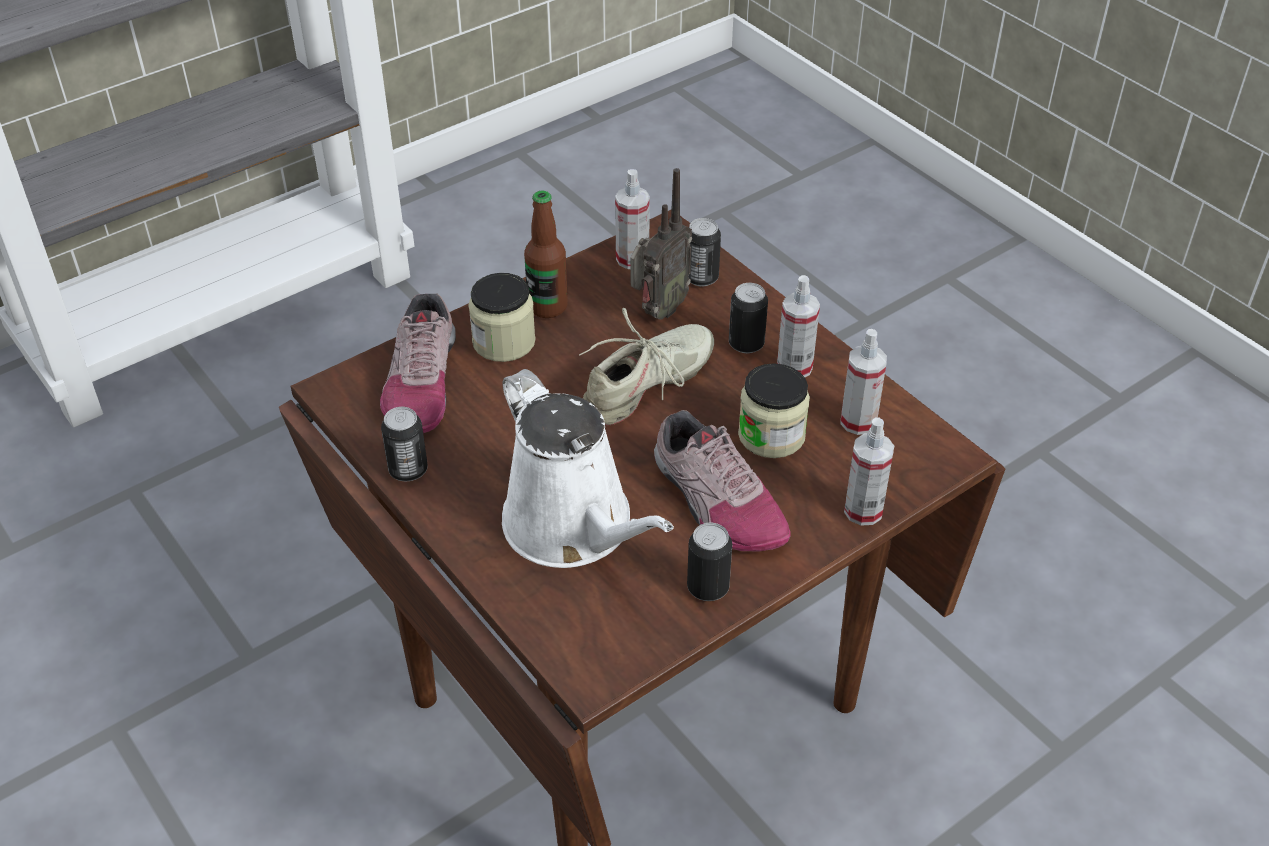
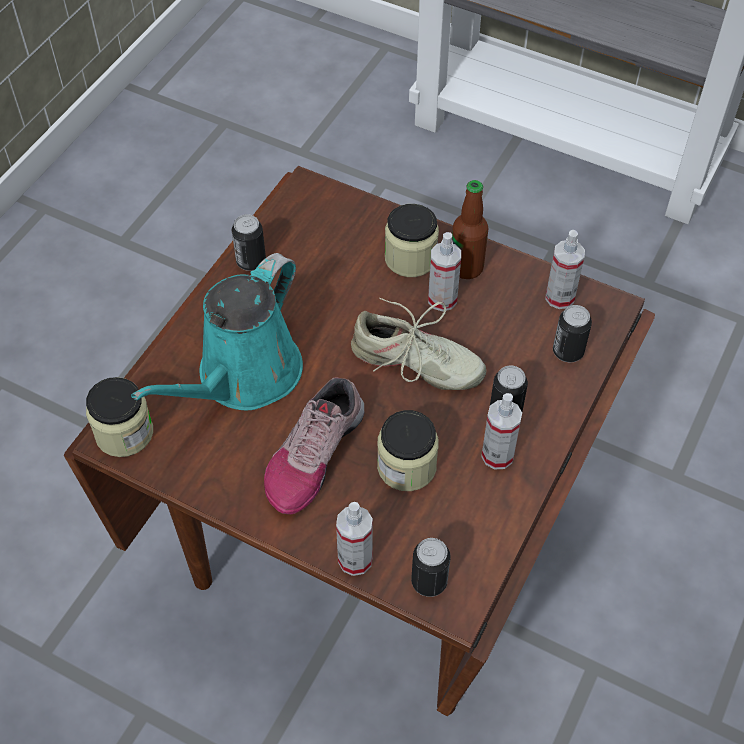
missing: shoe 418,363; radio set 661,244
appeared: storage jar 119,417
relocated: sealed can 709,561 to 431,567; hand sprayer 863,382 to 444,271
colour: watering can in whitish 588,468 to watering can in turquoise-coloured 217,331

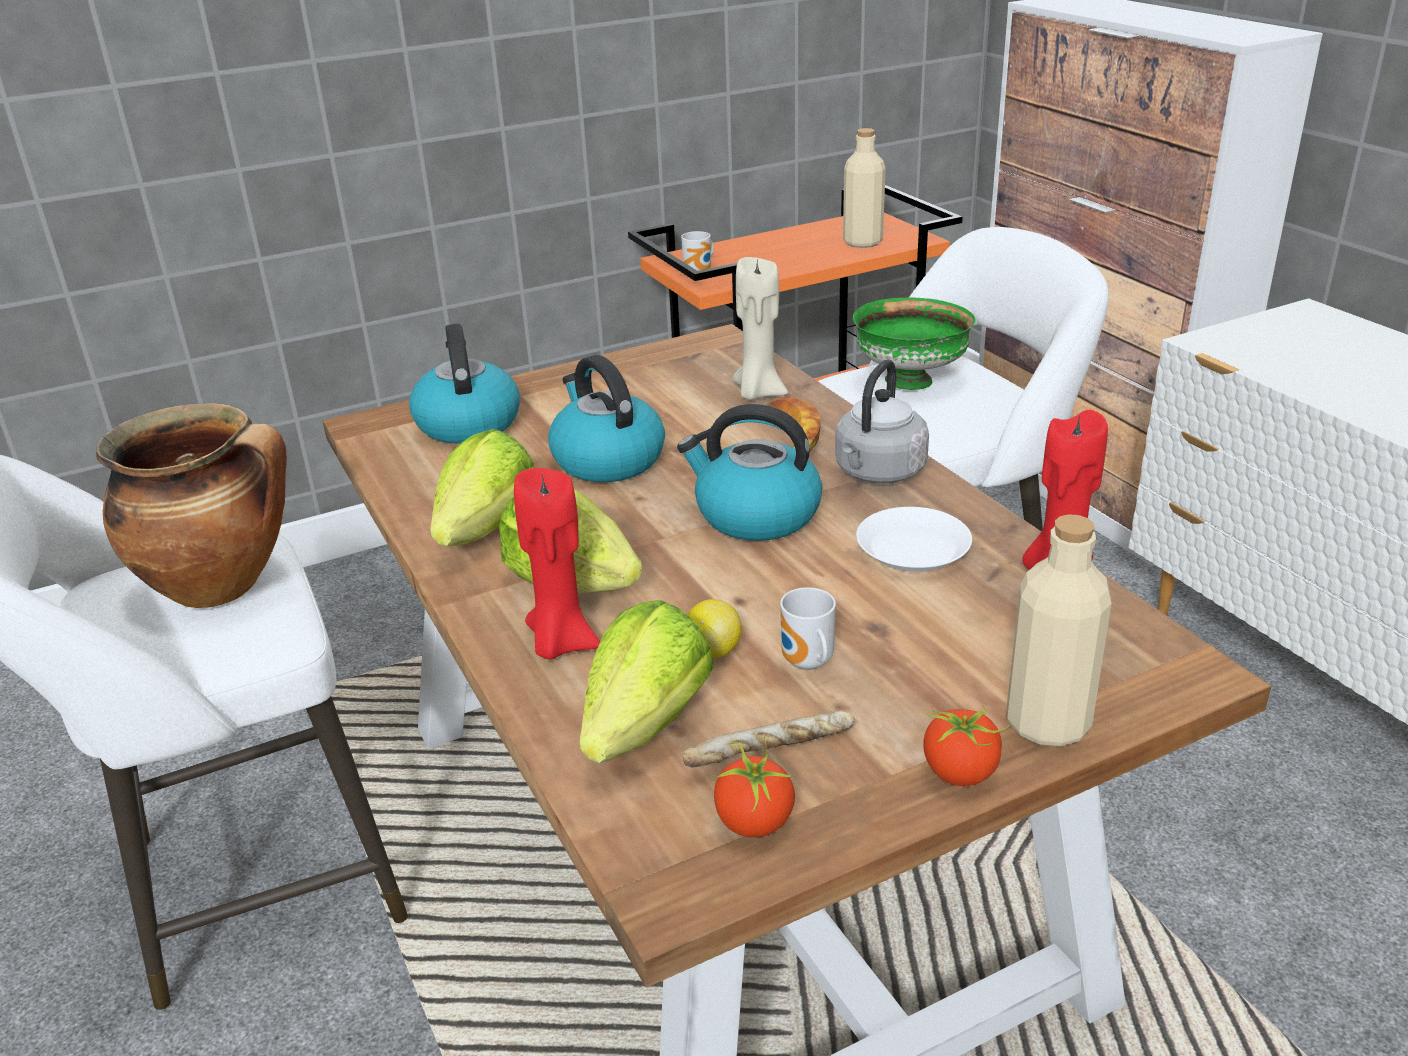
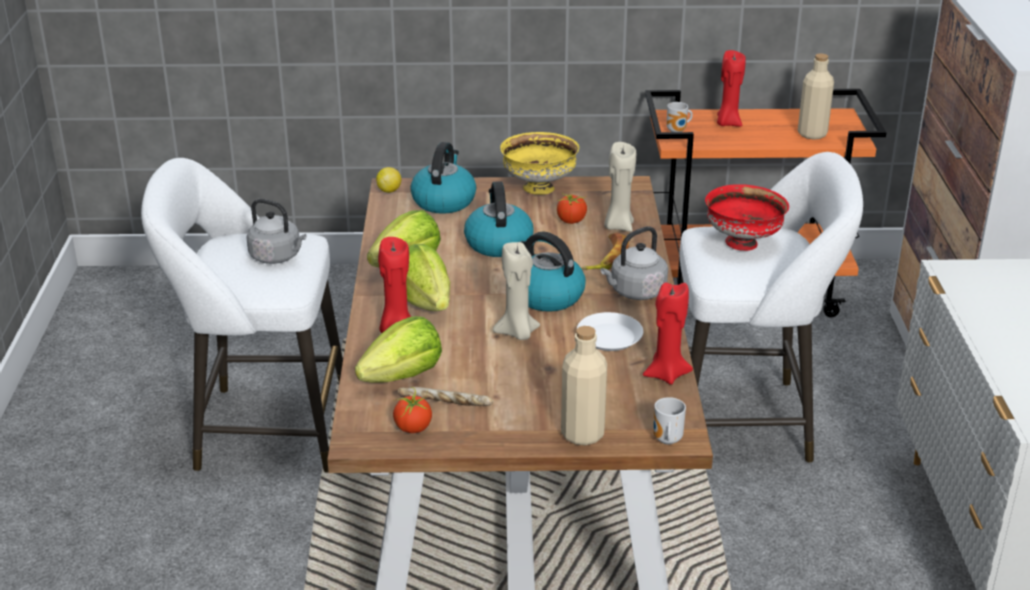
appeared: wax candle in beige 516,291; bowl in yellow 539,163; wax candle in red-coloured 731,88
relocated: lemon 715,628 to 388,180; mug 808,628 to 669,420; whole tomato 966,745 to 572,209
exchanged: cooking pot 191,505 to tea kettle in greyish 276,231
colour: bowl in green-coloured 914,343 to bowl in red-coloured 747,217

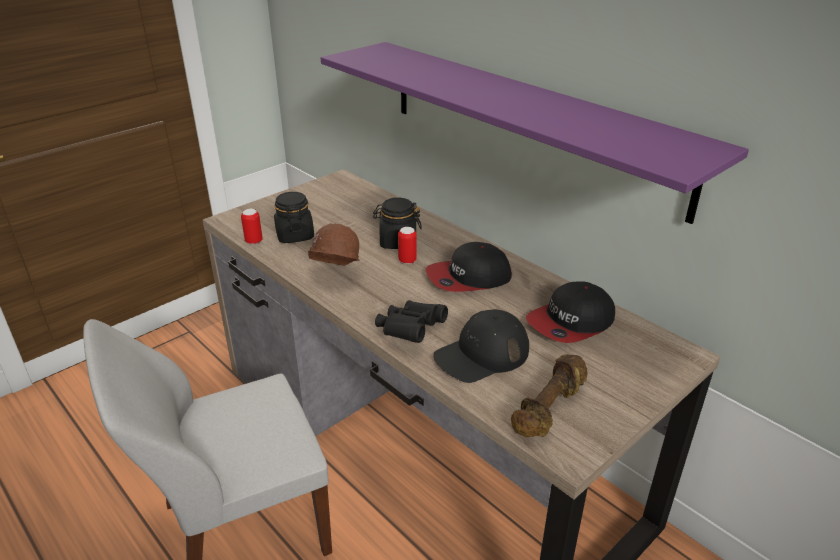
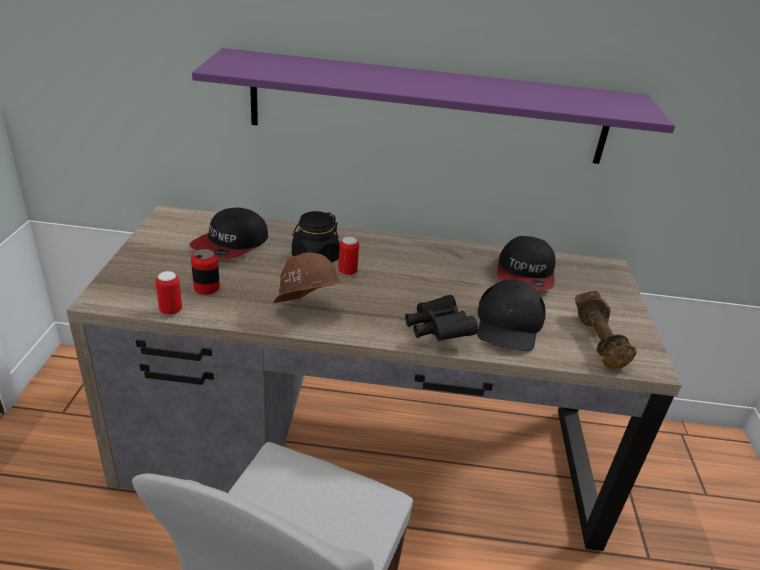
relocated: cap 469,267 to 229,233
exchanged: storage jar in black-coloured 294,217 to sealed can 205,272

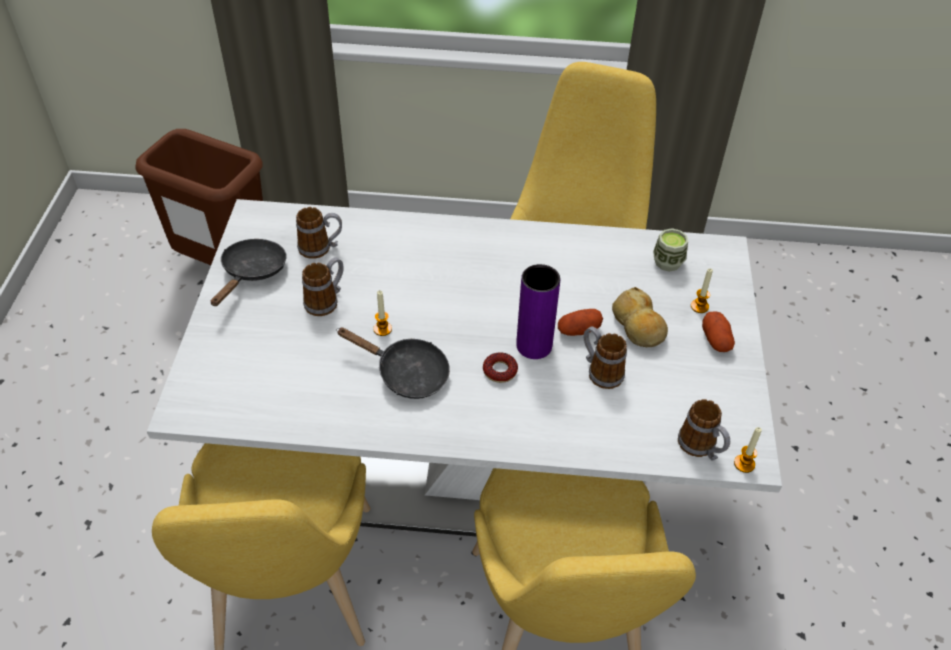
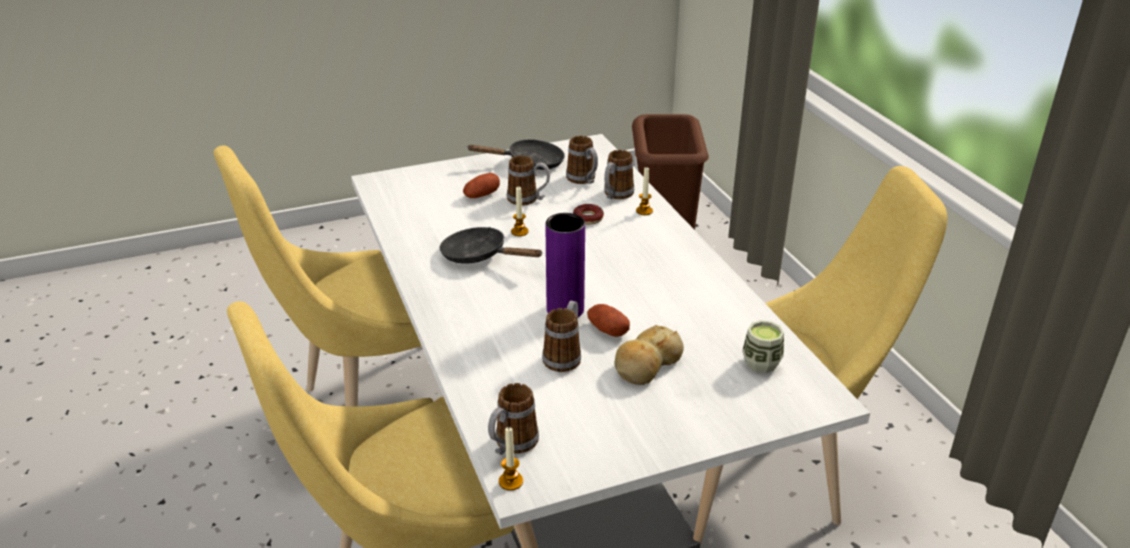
appeared: mug 619,174
relocated: ring doughnut 500,367 to 588,214; wax candle 702,290 to 644,191; whole potato 718,331 to 481,185
spun: frying pan in black-coloured 393,363 = 491,245 120 degrees clockwise

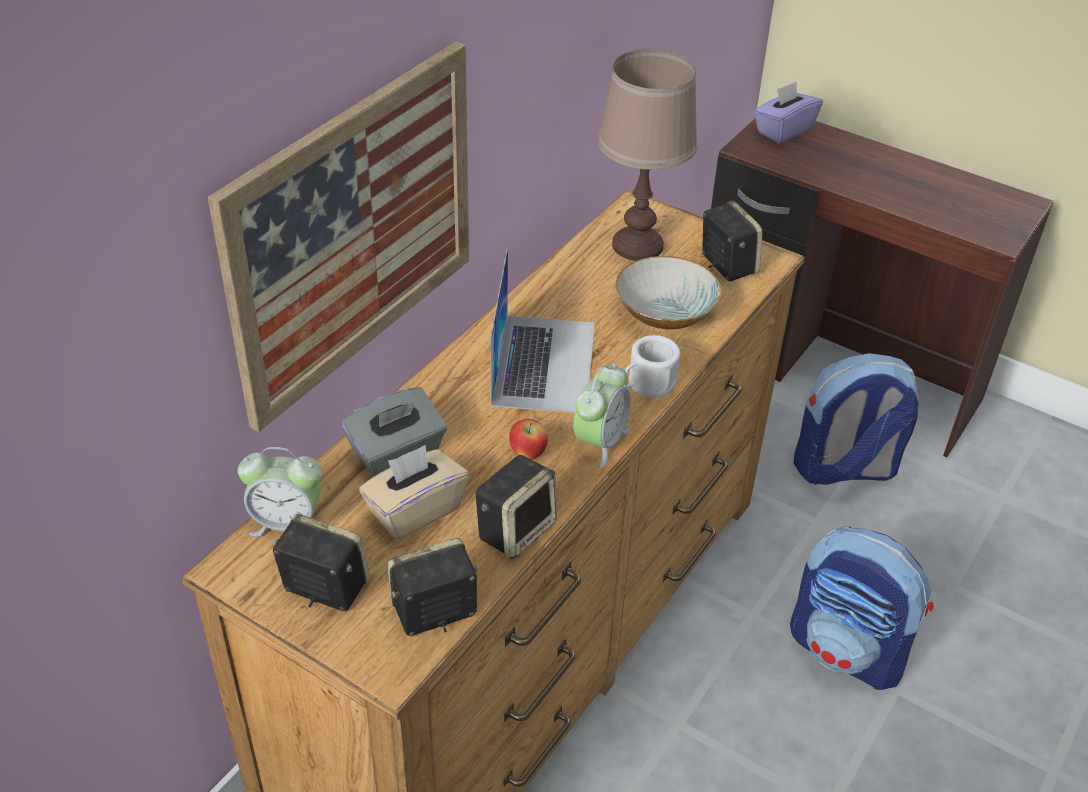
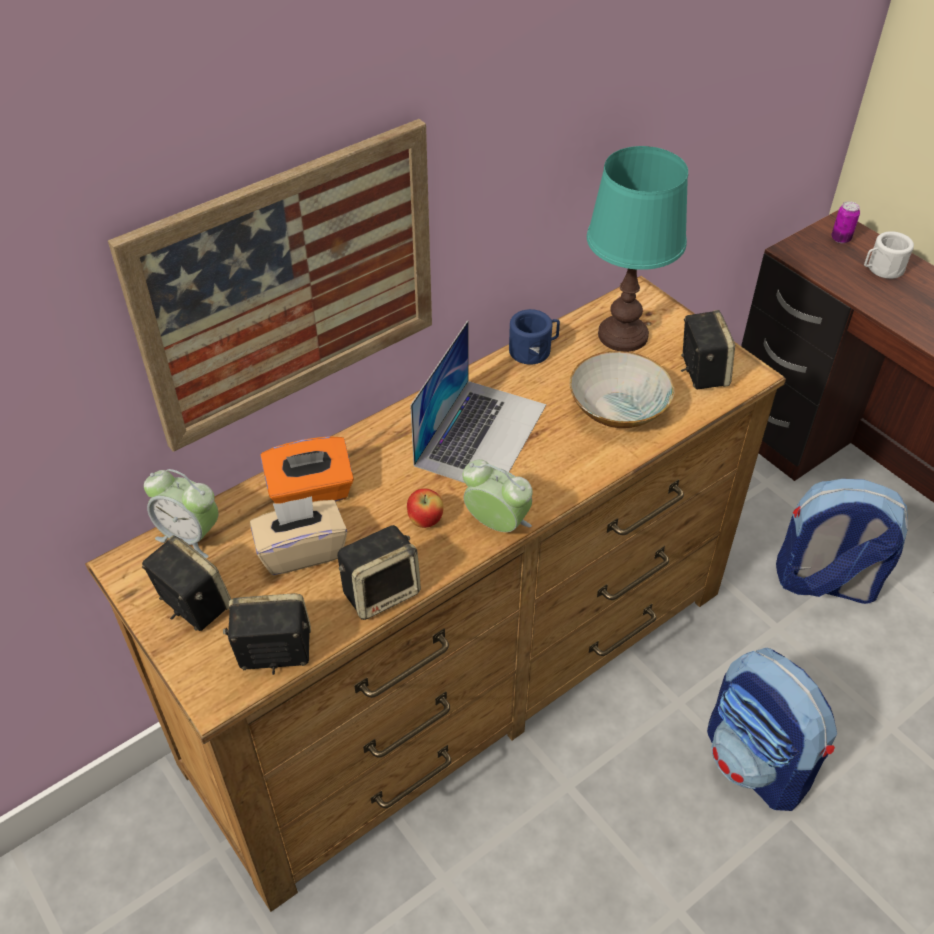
appeared: mug in blue 534,337
relocated: mug in whitish 652,366 to 889,255
exchanged: tissue holder in purplish 788,112 to sealed can 845,222
colour: tissue holder in greyish 394,431 to tissue holder in orange-coloured 307,470; lamp for a table in brown 647,155 to lamp for a table in turquoise-coloured 637,249
spun: bedside clock 602,416 = 497,495 105 degrees counterclockwise

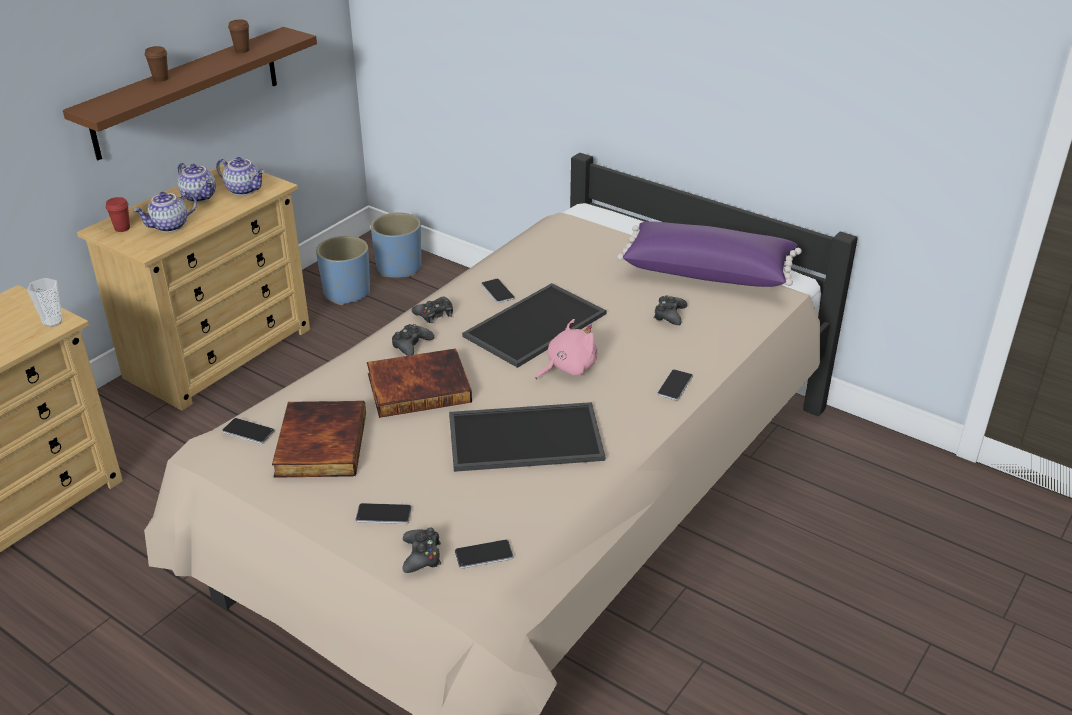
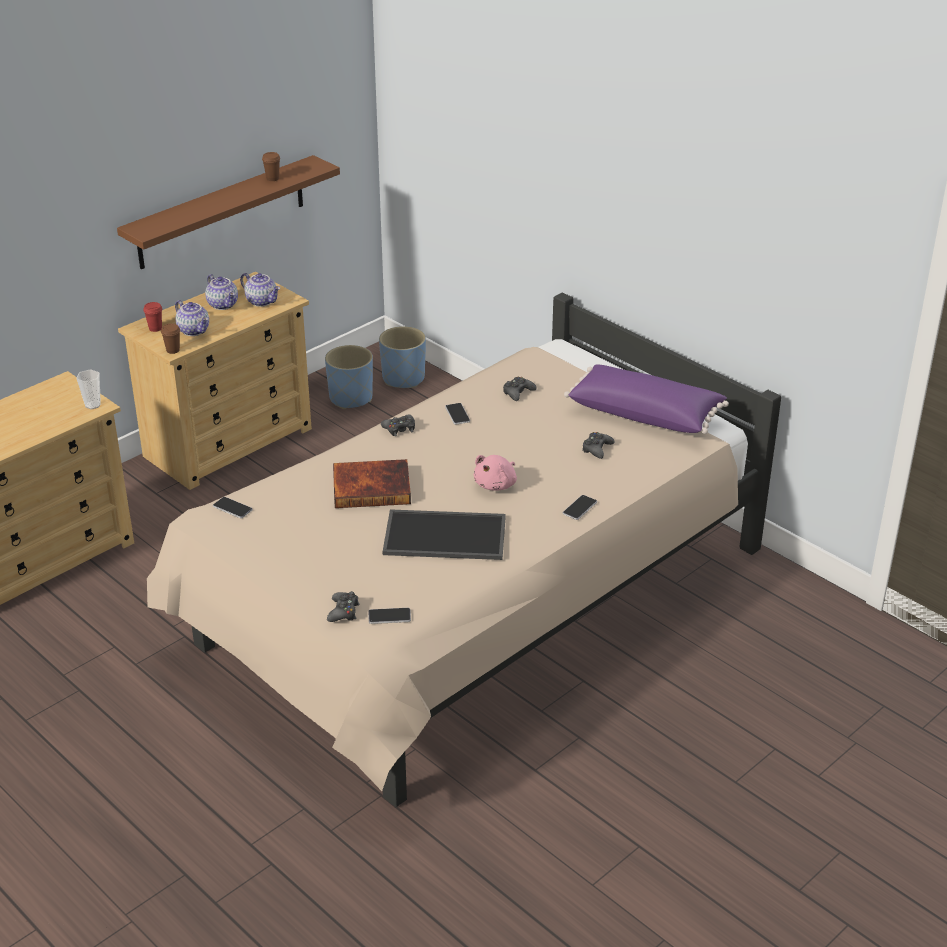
missing: bound book 319,439; phone 384,513; serving tray 534,325
relocated: cup in brown 156,64 to 170,338; gamepad in black-coloured 413,340 to 520,388
spun: pot for tea 165,211 = 192,318 105 degrees counterclockwise; cuddly toy in pink 567,349 = 495,473 150 degrees clockwise

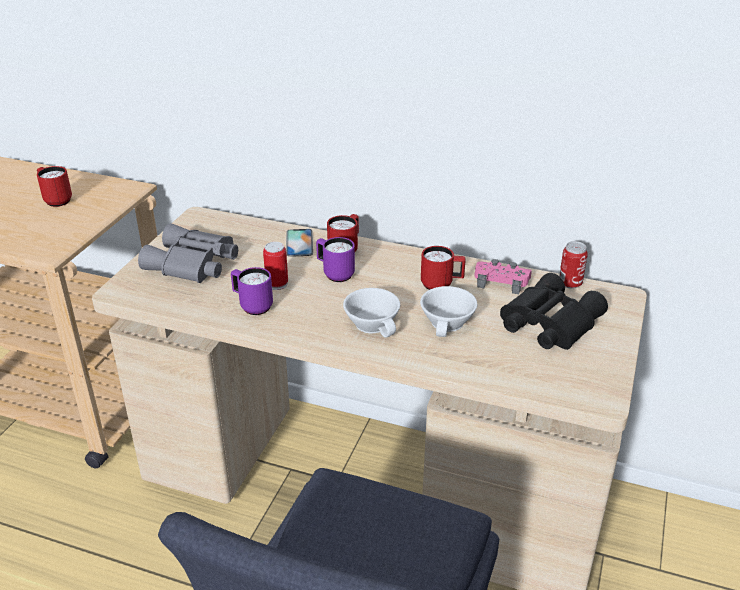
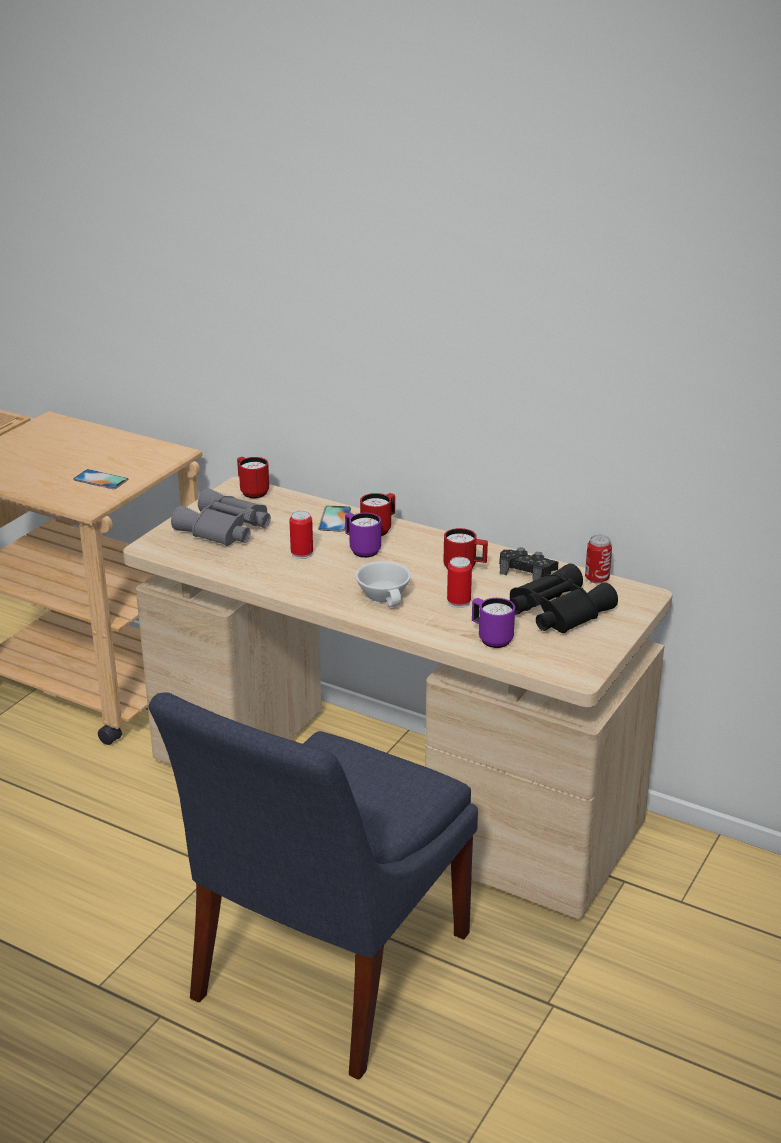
appeared: phone 100,479
relocated: mug in red-coloured 54,186 to 253,477; mug in purplish 252,291 to 493,623
exchanged: cup in whitish 448,311 to sealed can 459,582
colour: gamepad in pink 503,276 to gamepad in black-coloured 528,564

